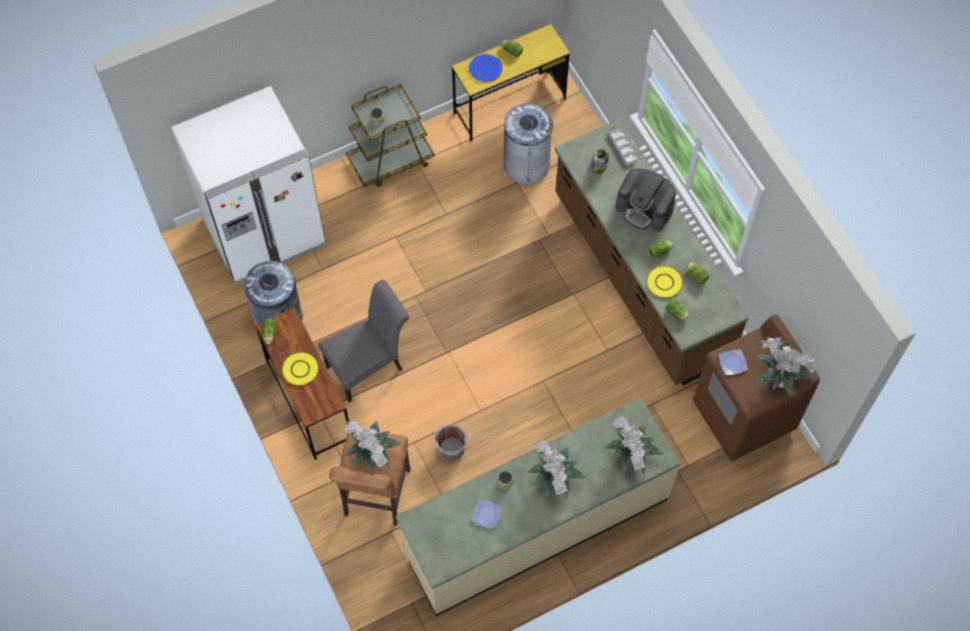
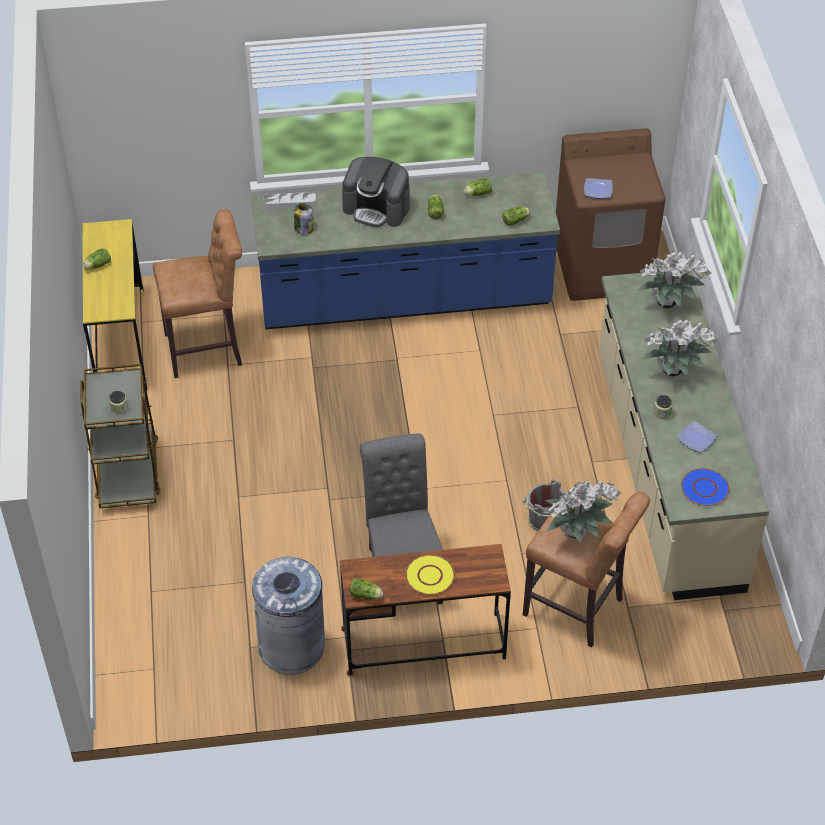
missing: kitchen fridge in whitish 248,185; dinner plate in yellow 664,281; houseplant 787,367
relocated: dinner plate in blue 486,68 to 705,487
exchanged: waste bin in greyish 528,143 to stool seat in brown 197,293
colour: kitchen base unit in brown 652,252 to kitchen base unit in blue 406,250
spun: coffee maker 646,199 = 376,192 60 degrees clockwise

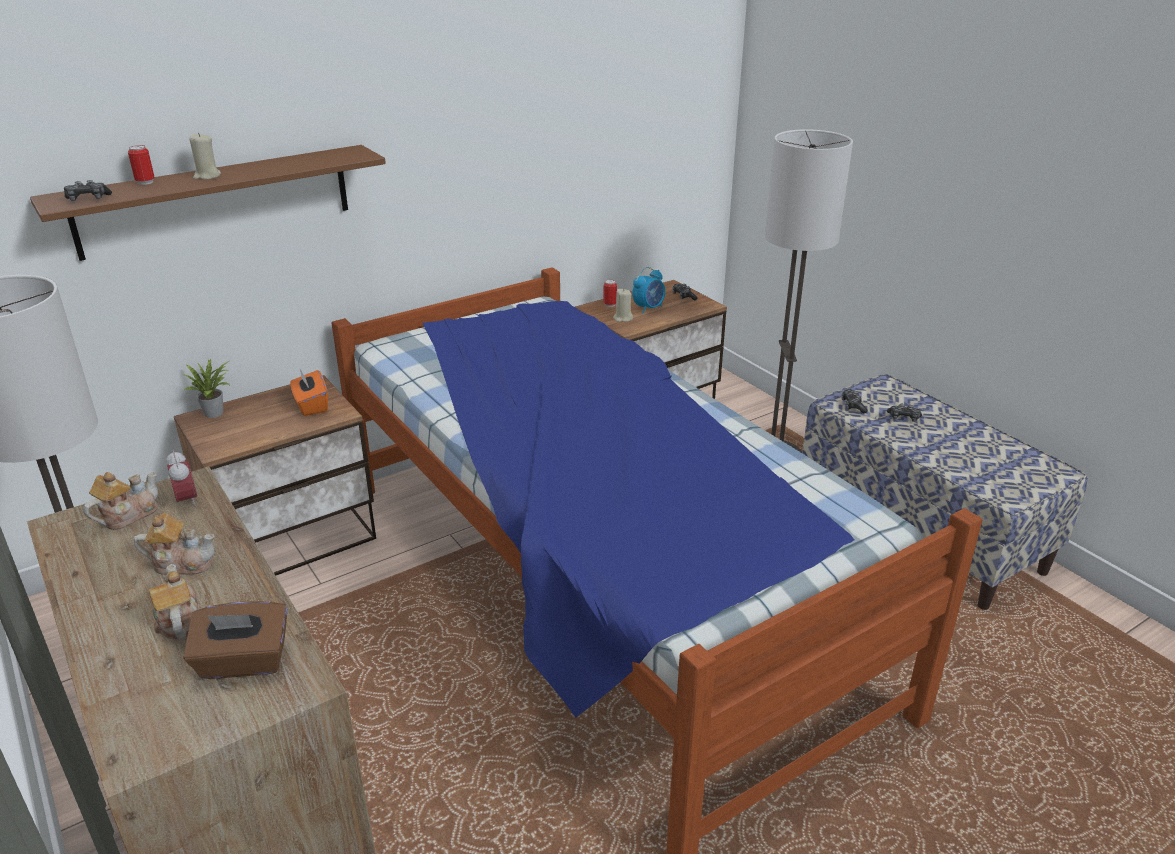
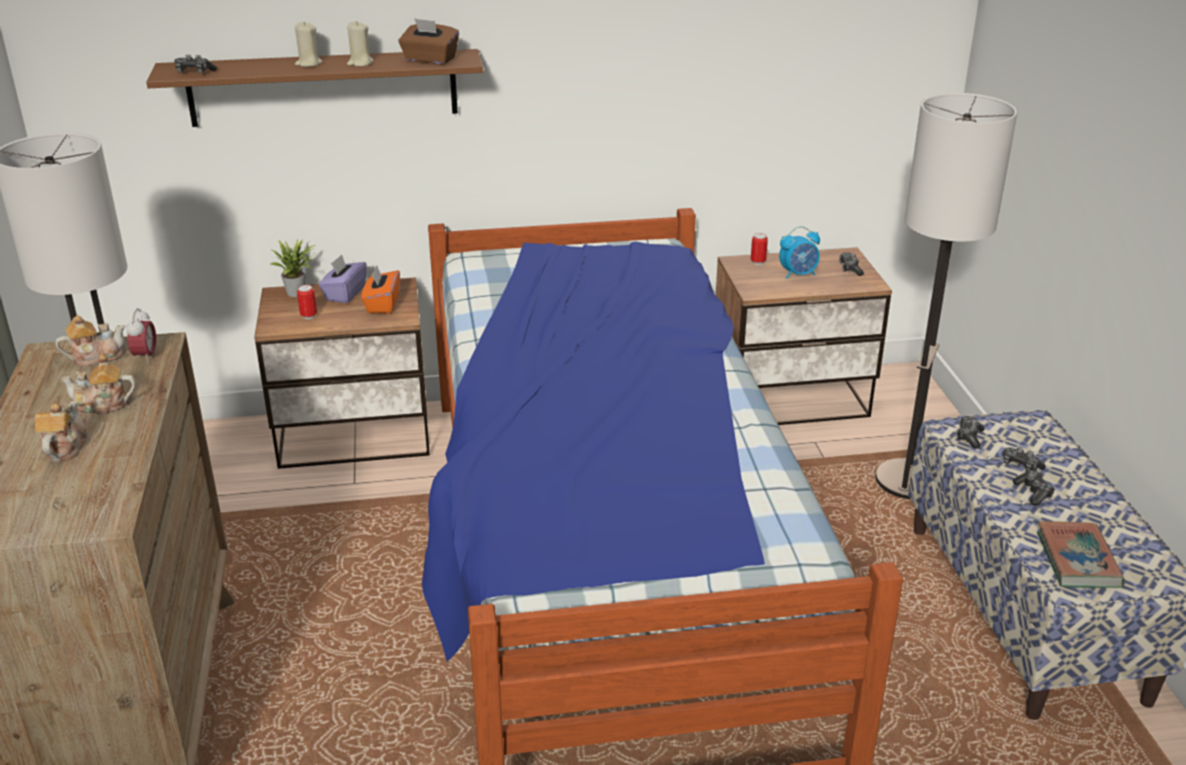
appeared: tissue holder in purplish 343,278; gamepad 1034,487; bound book 1081,554
relocated: sealed can 141,165 to 307,302; tissue holder in brown 236,640 to 428,41; wax candle in beige 623,305 to 360,43
spun: pot for tea 174,544 = 98,384 150 degrees clockwise

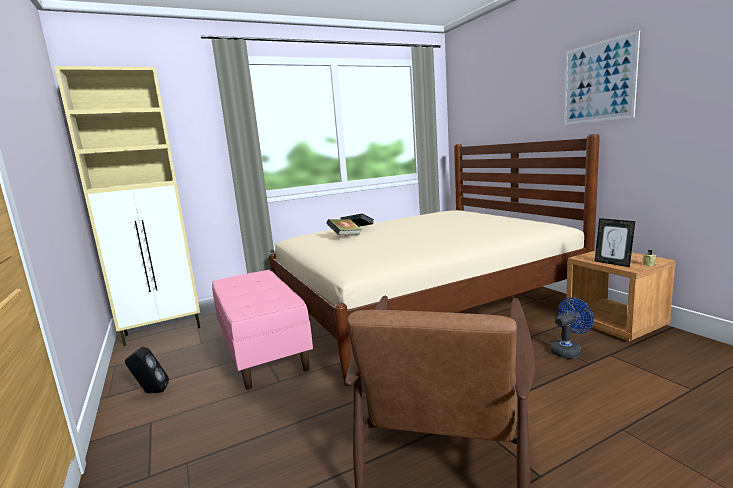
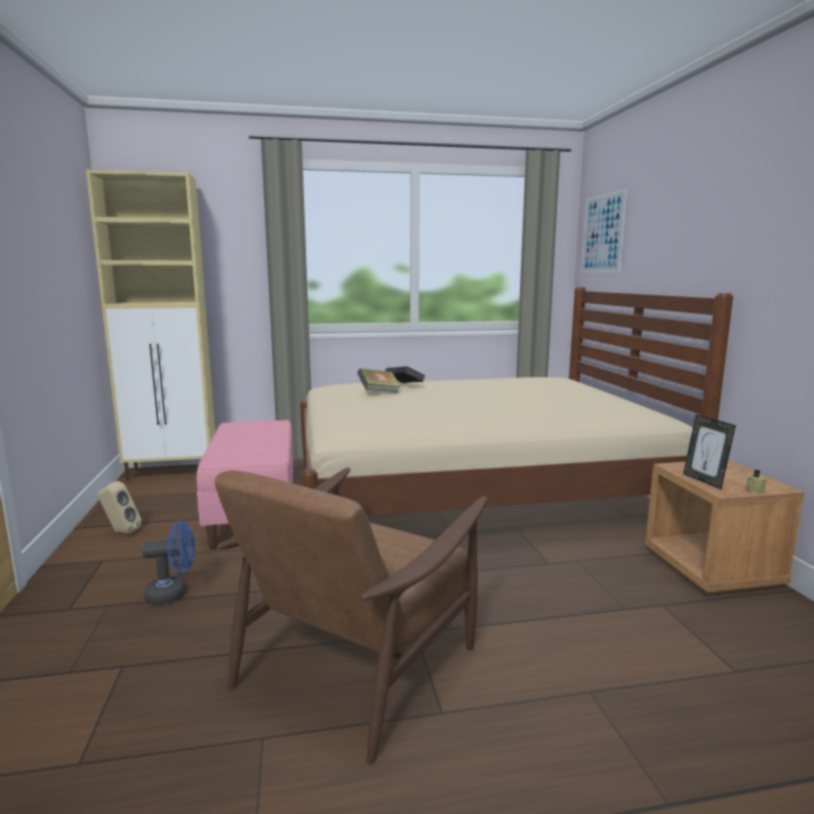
relocated: cooling fan in blue 572,328 to 168,563; wall art 602,78 to 604,231
colour: speaker in black-coloured 147,370 to speaker in beige 120,507

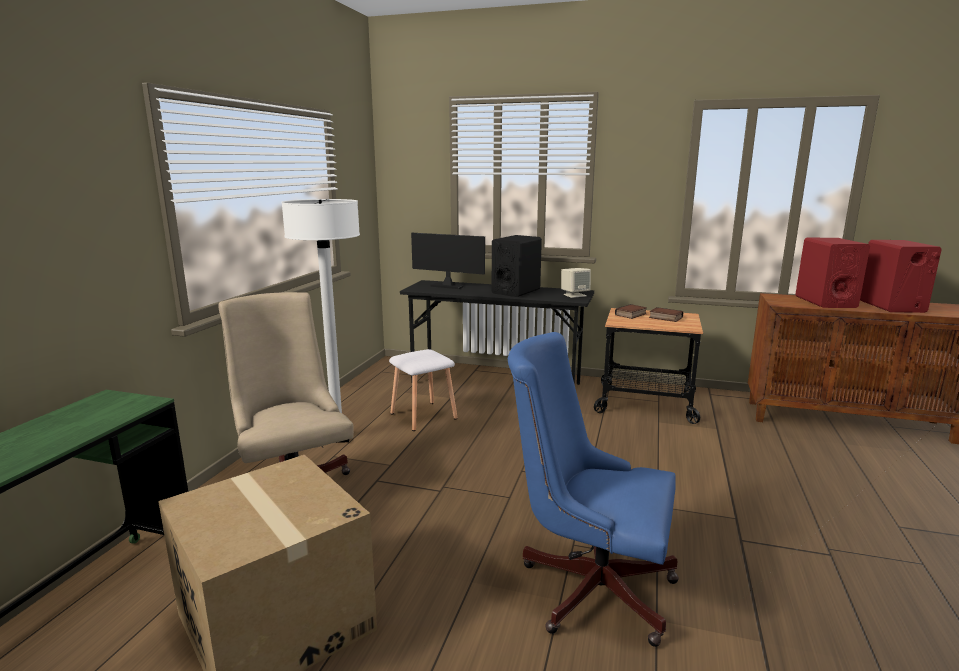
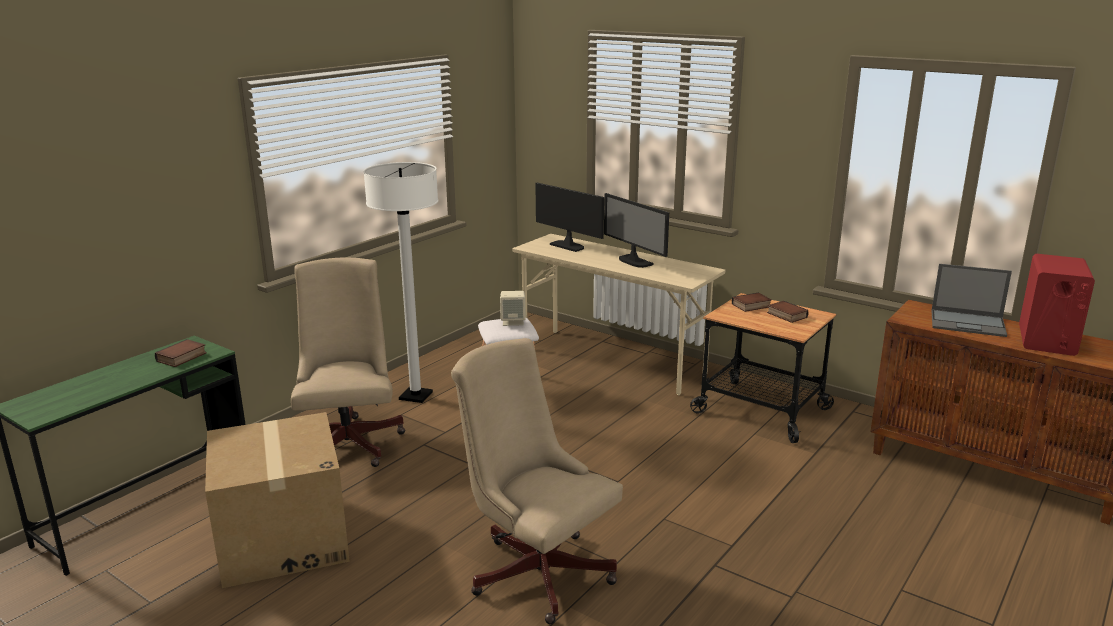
appeared: bound book 181,353
relocated: speaker in beige 576,283 to 513,308
exchanged: speaker in black-coloured 517,266 to monitor 636,230; speaker in red-coloured 832,273 to portable computer 971,300
colour: desk table in black-coloured 497,332 to desk table in beige 618,314; desk chair in blue 593,489 to desk chair in beige 537,481

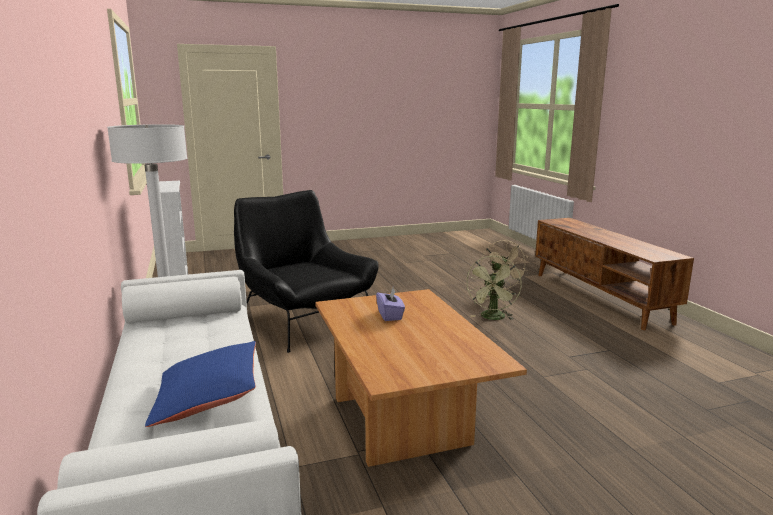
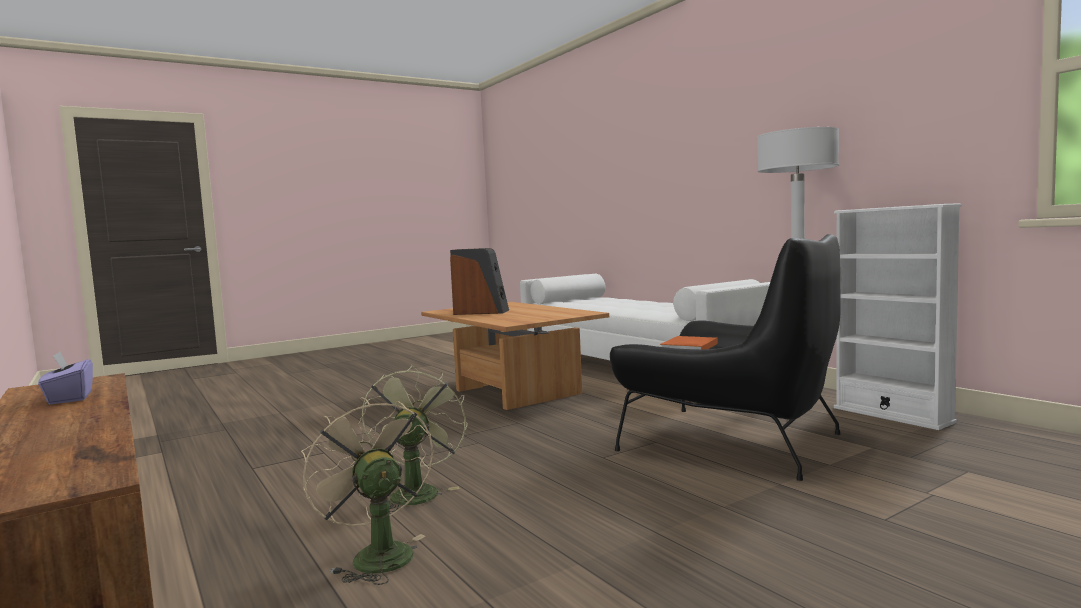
missing: throw pillow in blue 200,384
appeared: speaker 479,281; bound book in orange-coloured 689,342
relocated: tissue holder in purplish 390,304 to 65,378

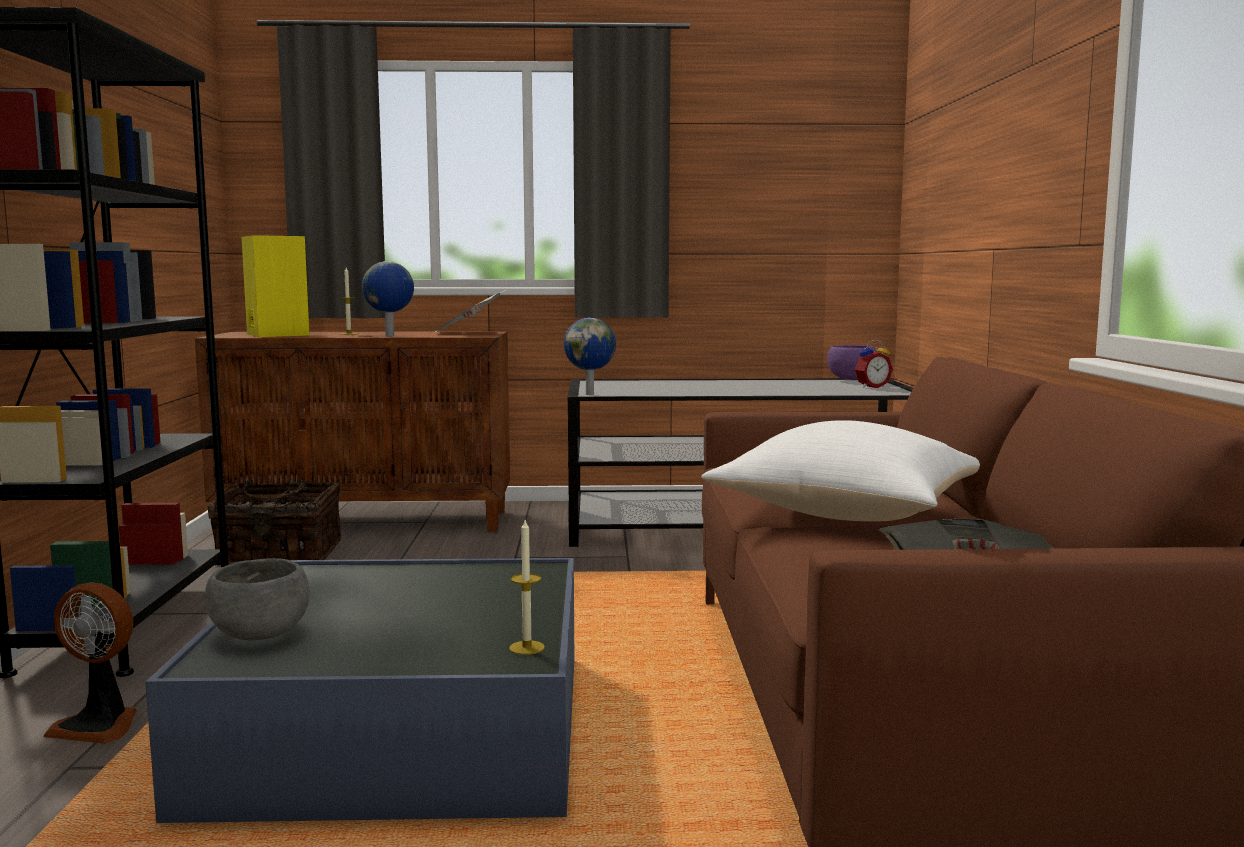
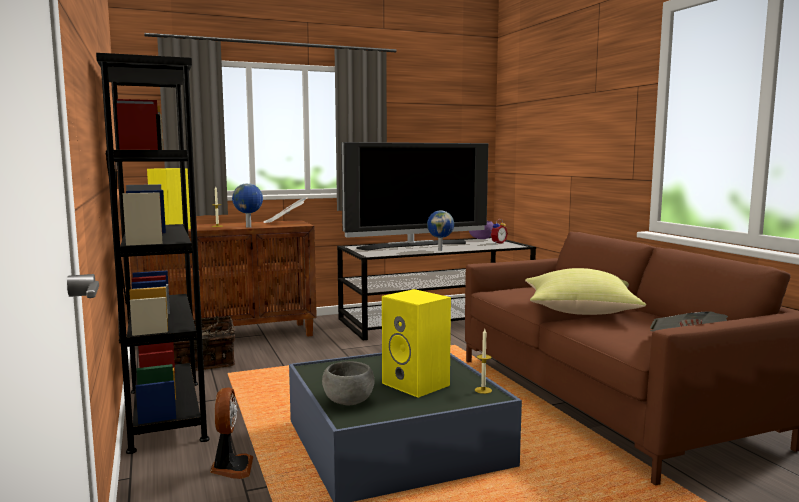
appeared: television 414,196; speaker in yellow 416,343
relocated: desk globe 590,356 to 440,230
colour: throw pillow in whitish 840,470 to throw pillow in yellow 585,291
spun: cooling fan 90,663 = 231,433 90 degrees counterclockwise

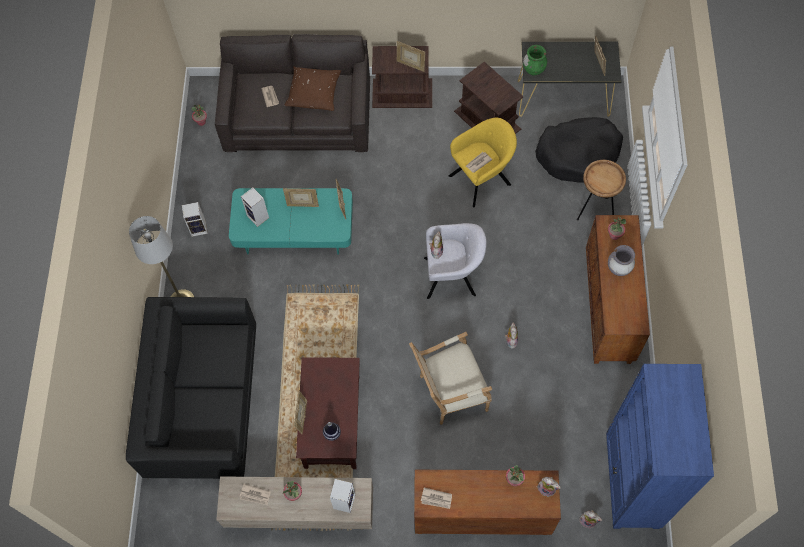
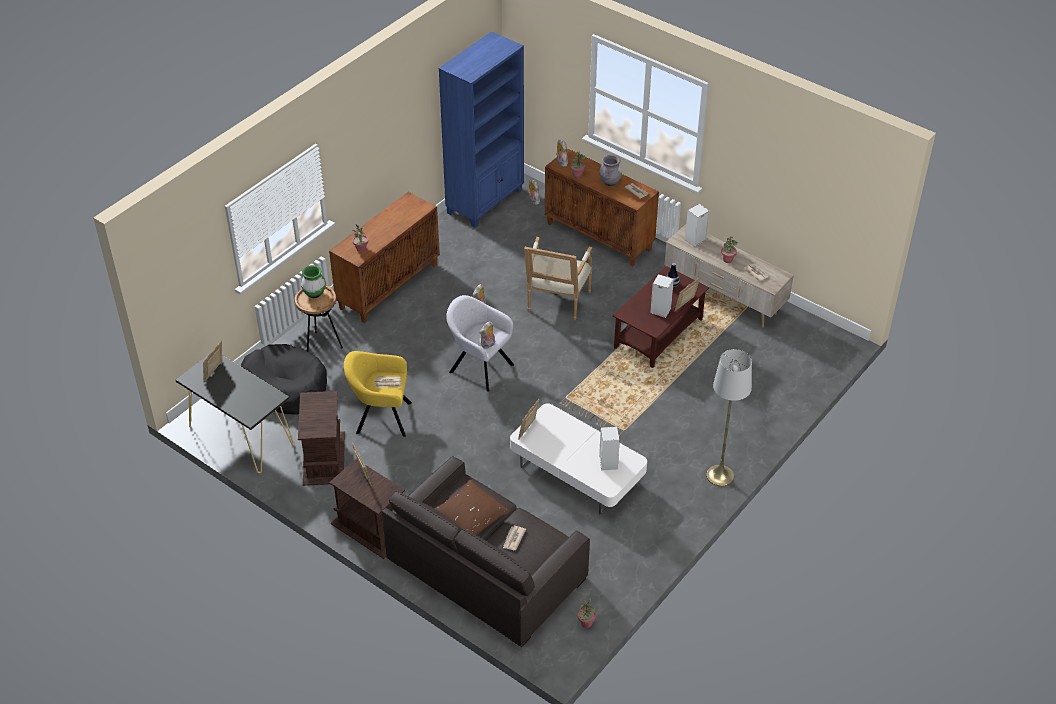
missing: sofa in black-coloured 191,388; picture frame 301,197
relocated: speaker 195,219 to 662,296; flower vase in green-coloured 535,60 to 313,281; flower vase in greyish 621,260 to 610,170
colour: coffee table in turquoise-coloured 291,221 to coffee table in whitish 578,458
spun: armchair 450,378 = 558,278 90 degrees clockwise

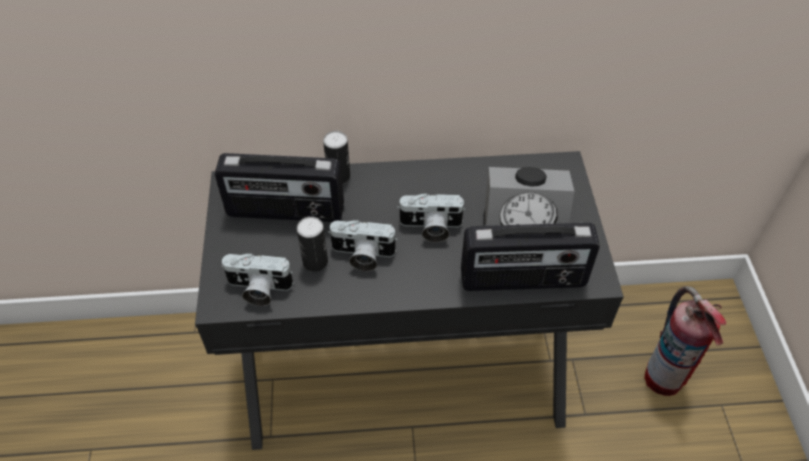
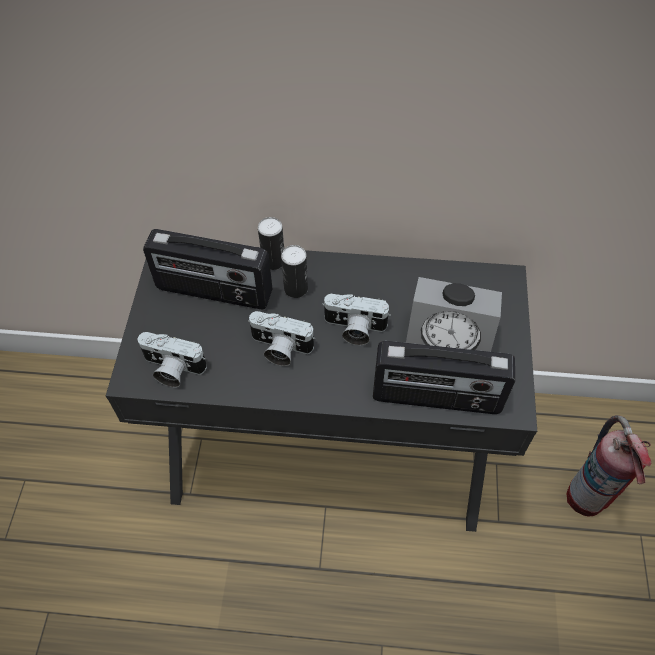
relocated: sealed can 312,244 to 294,271

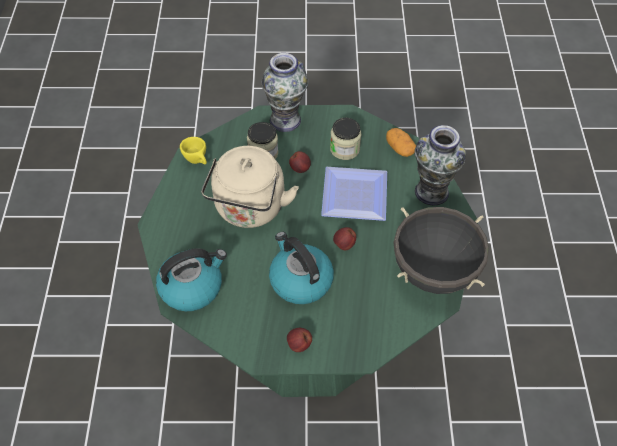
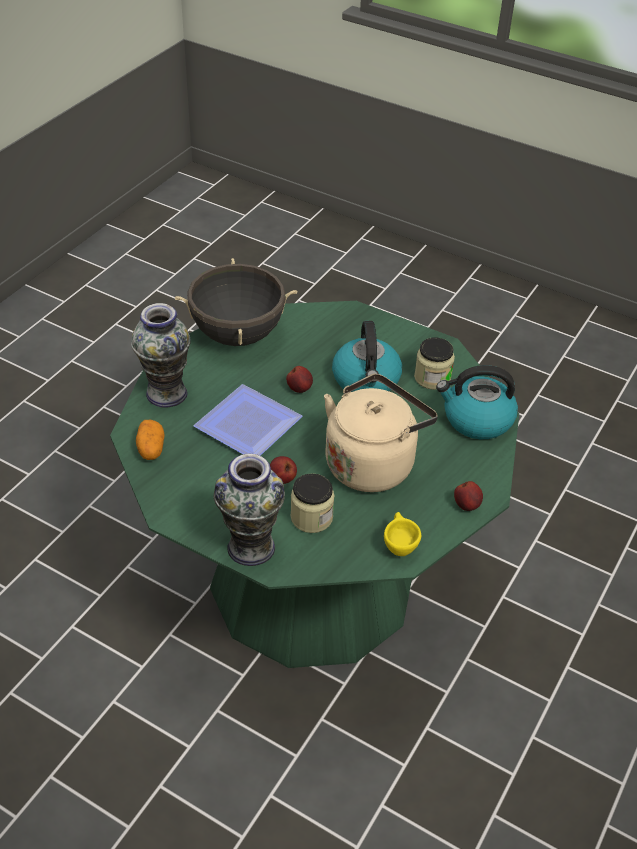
relocated: apple fruit 299,340 to 468,496; storage jar 346,139 to 434,363

